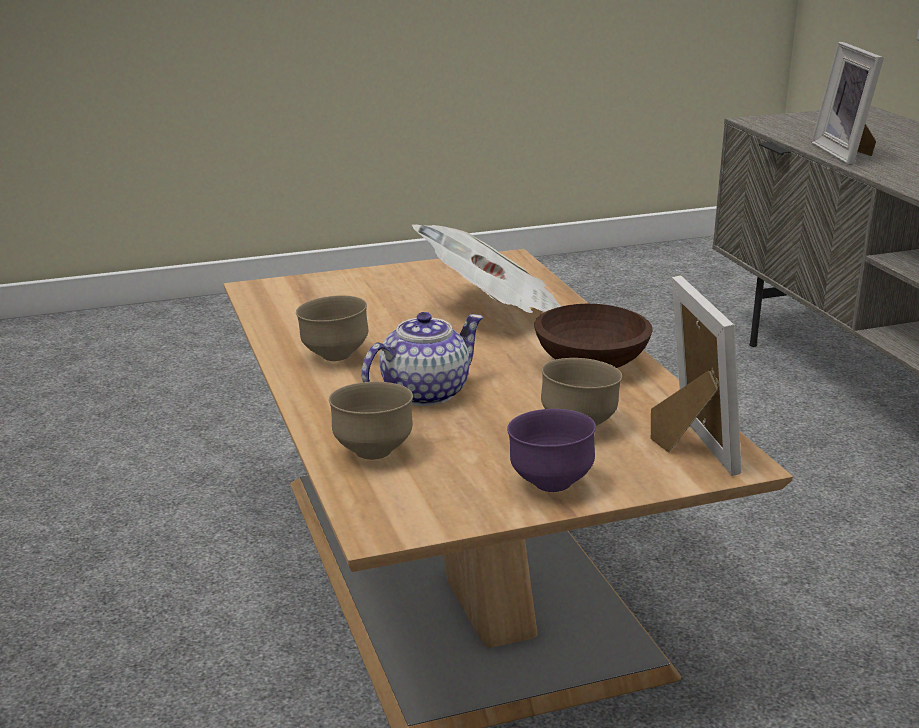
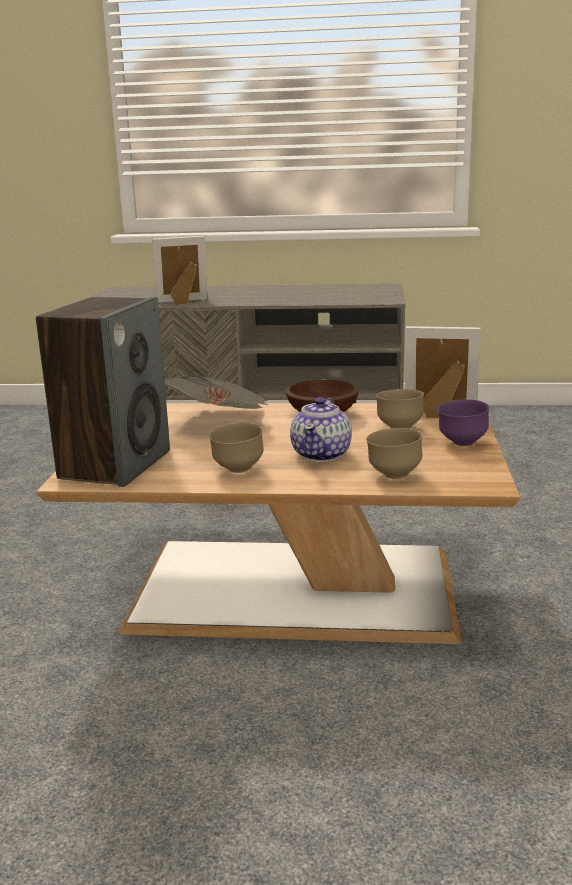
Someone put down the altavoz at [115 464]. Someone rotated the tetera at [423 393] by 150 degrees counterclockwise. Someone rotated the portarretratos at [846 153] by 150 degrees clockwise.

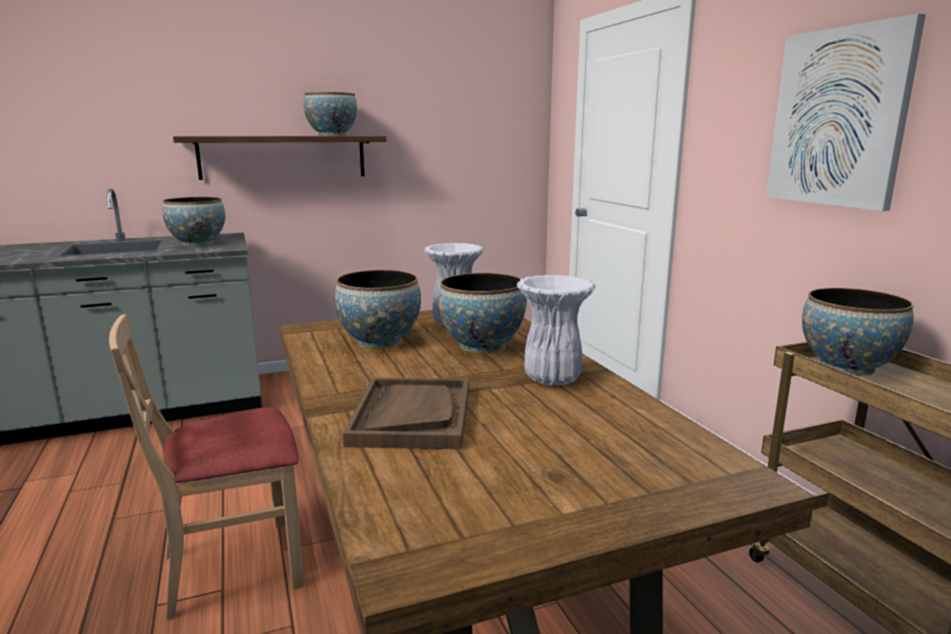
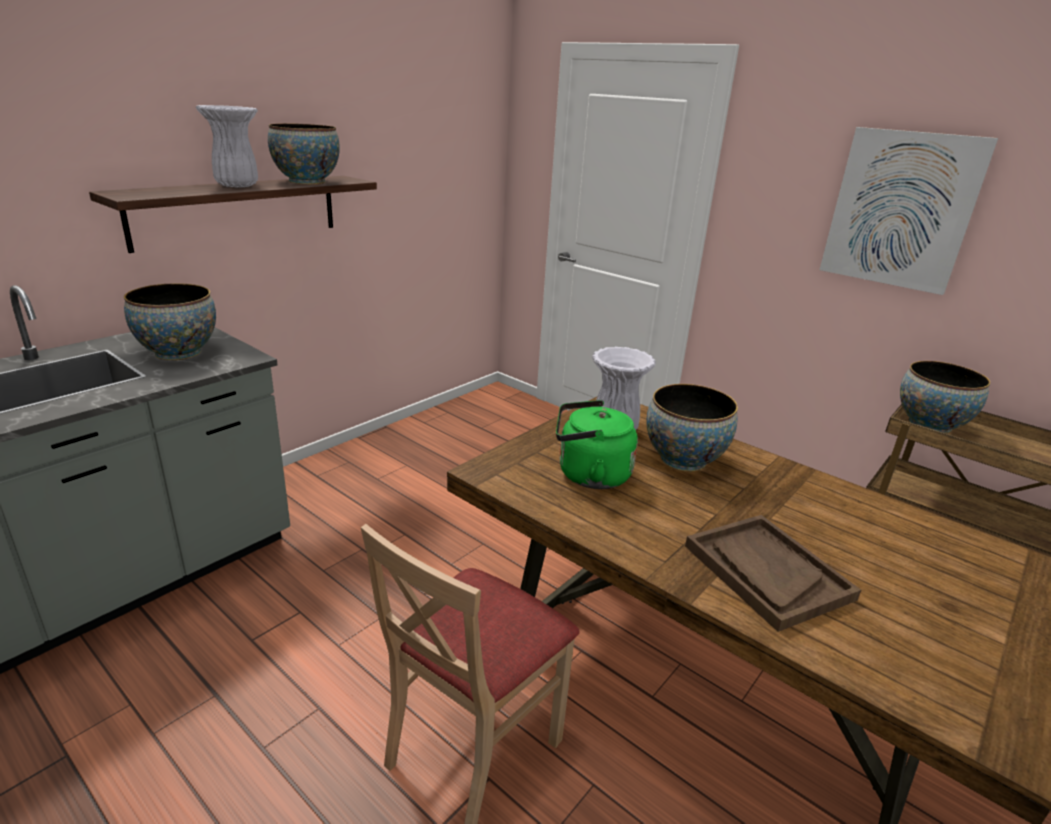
Someone carried the florero (blanco) from [551 379] to [236 186]. Someone swapped the cuenco at [379 341] for the hervidor (verde) at [589 475].

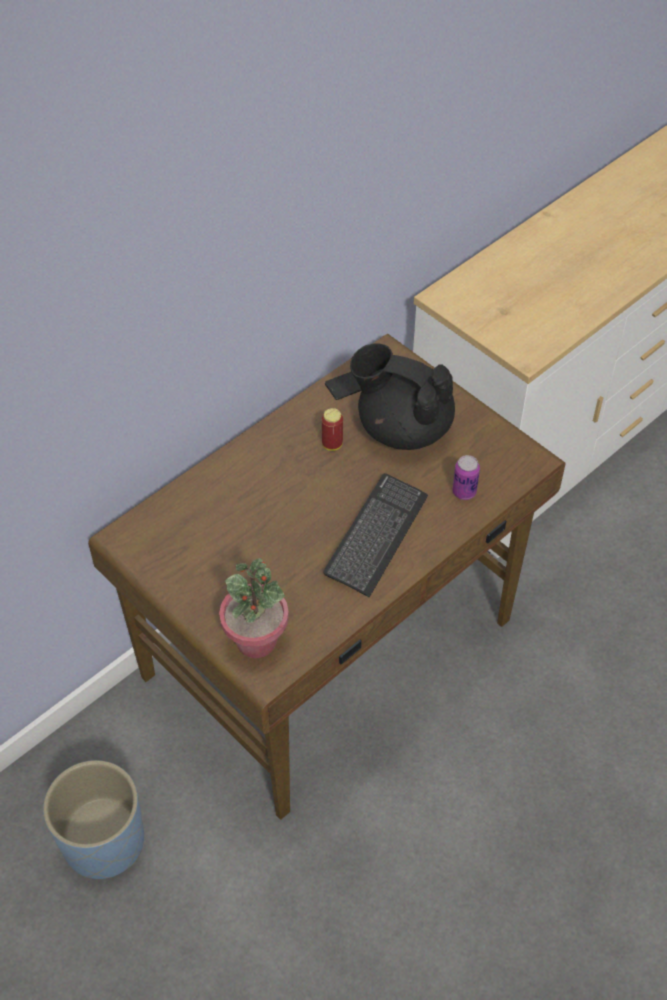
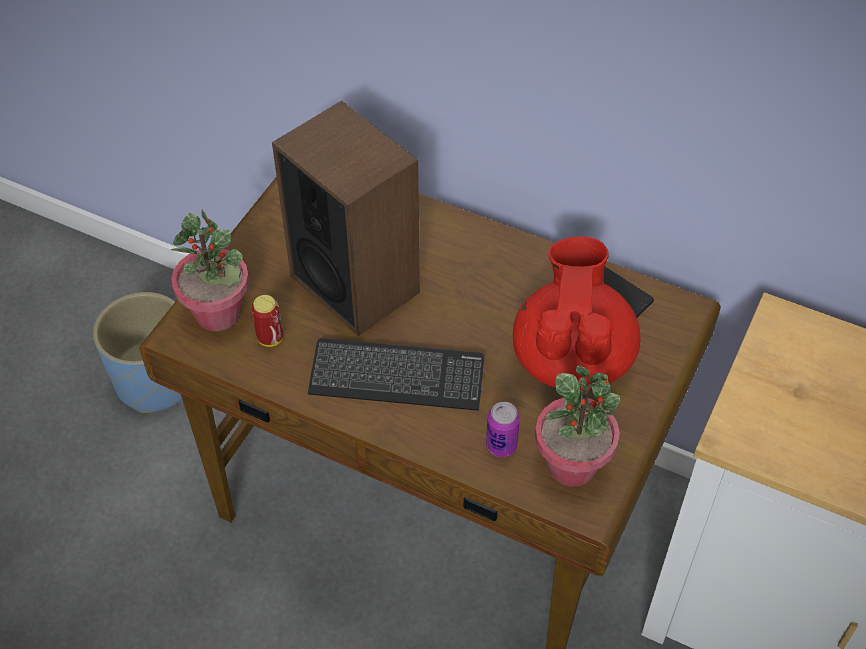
Someone put down the altavoz at [355 283]. Someone put down the planta en maceta at [572 465]. Someone carried the lata from [332 444] to [270 338]. Someone repainted the tetera (negro) at [402 427], which became the tetera (rojo) at [572 357].

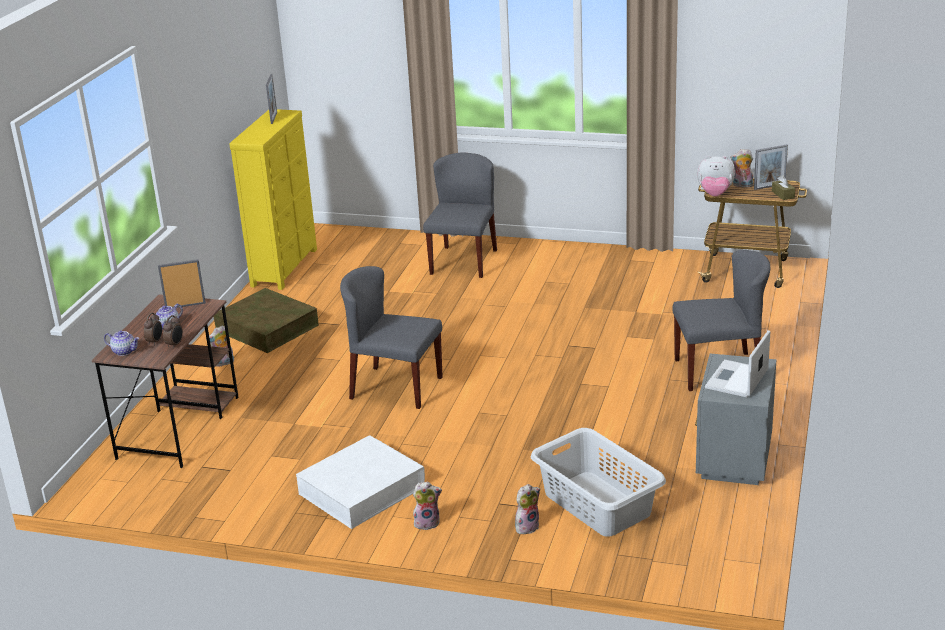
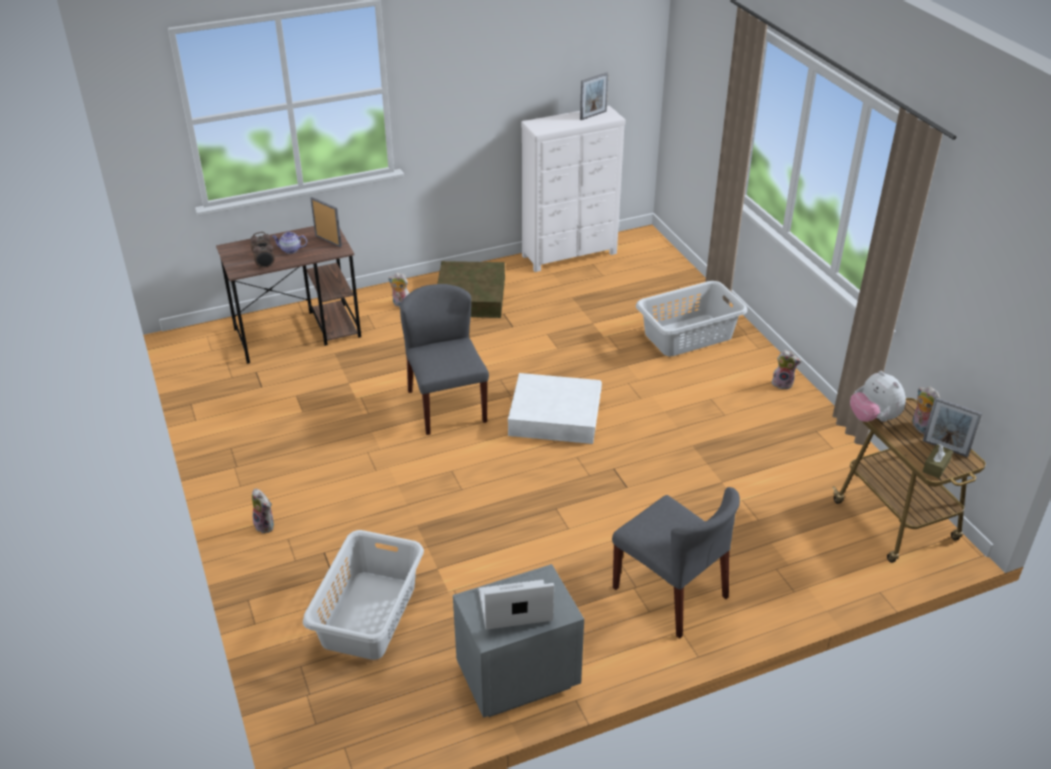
Someone took away the tetera at [124 351]. Someone carried the caja de almacenaje (blanco) from [361 490] to [555 415]. Someone carried the peluche from [527 526] to [783 383]. Someone swapped the silla (gris) at [463 262] for the cesto de la ropa (gris) at [689 336]. Someone repainted the cómoda (amarillo) at [285 267], which became the cómoda (blanco) at [570 255].

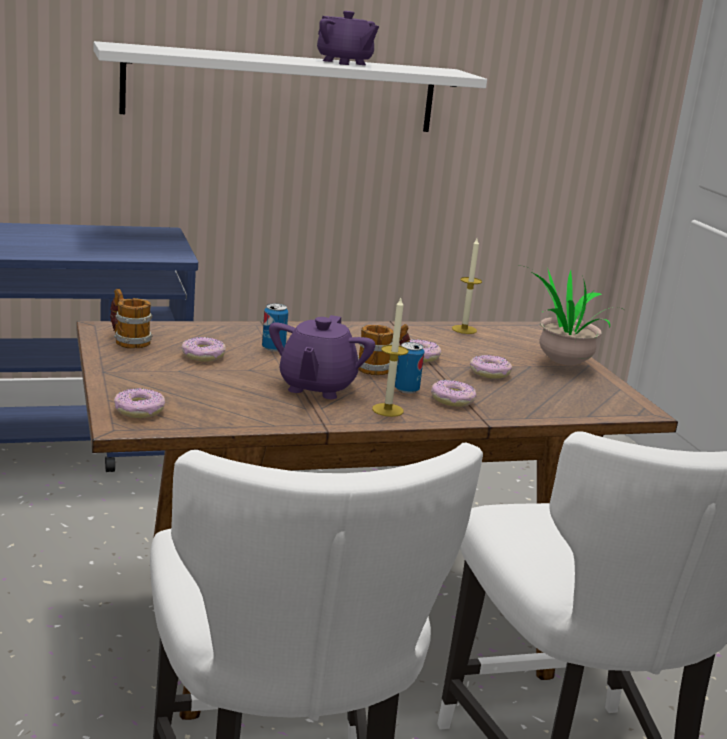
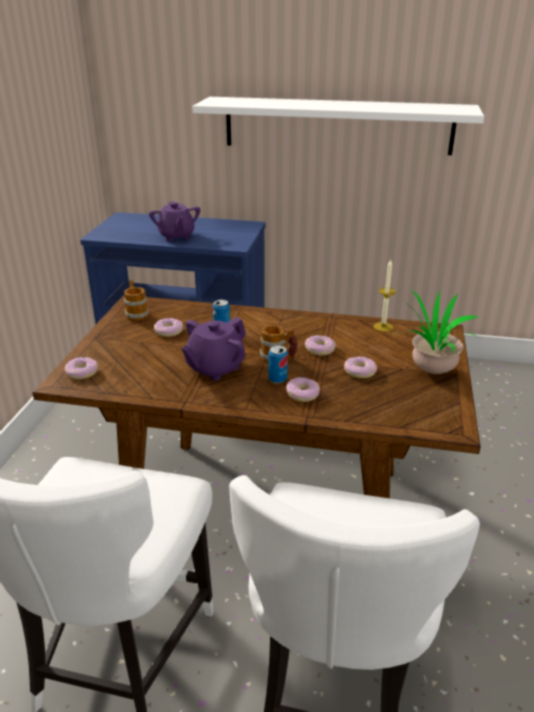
Someone took away the vela at [387 410]. Someone carried the tetera (morado) from [344 63] to [176 236].

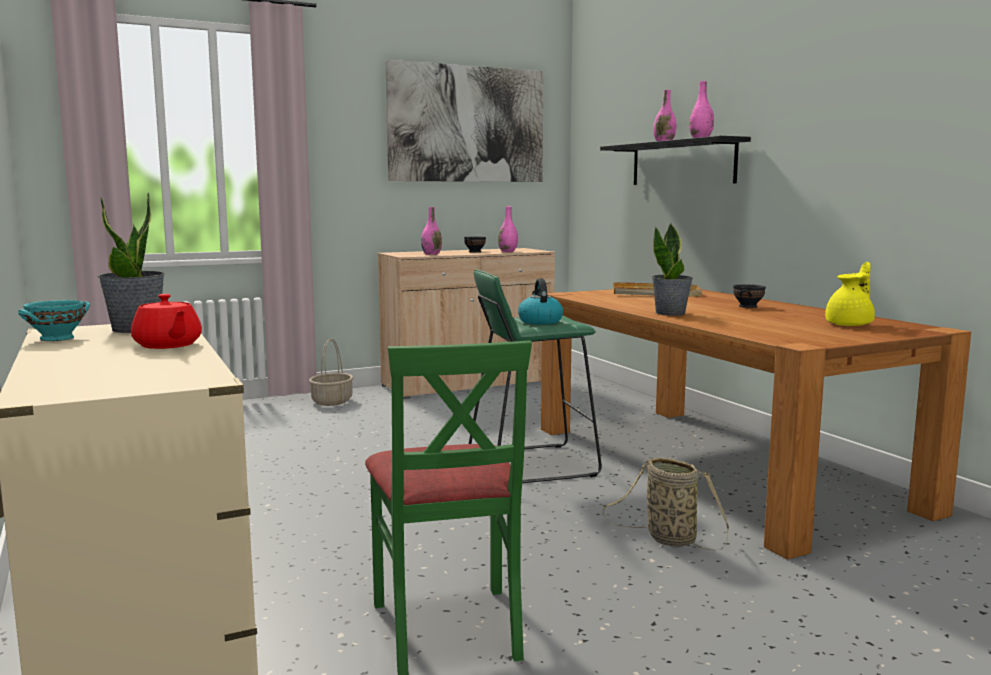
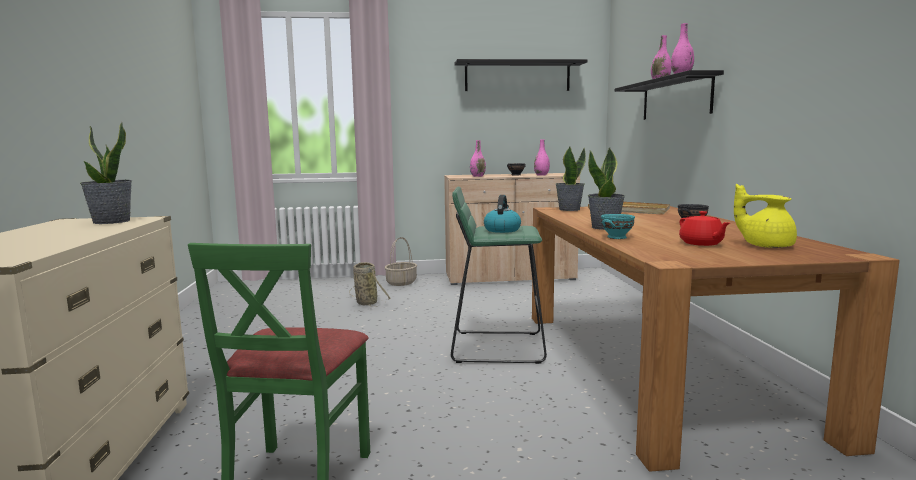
Someone put down the planta en maceta at [569 209]. Someone carried the cuenco (turquesa) from [59 338] to [617 237]. Someone carried the tetera (rojo) from [168 345] to [701 243]. Someone carried the cesta from [667 538] to [366 302]. Someone swapped the cuadro at [467 124] for the estante (negro) at [517 76]. Someone rotated the tetera (amarillo) at [850 325] by 120 degrees counterclockwise.

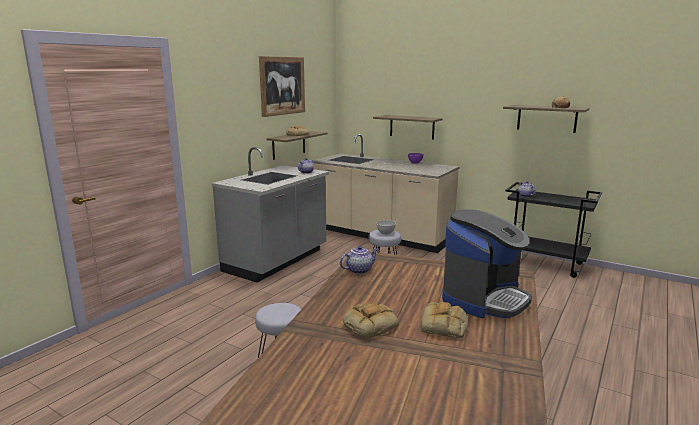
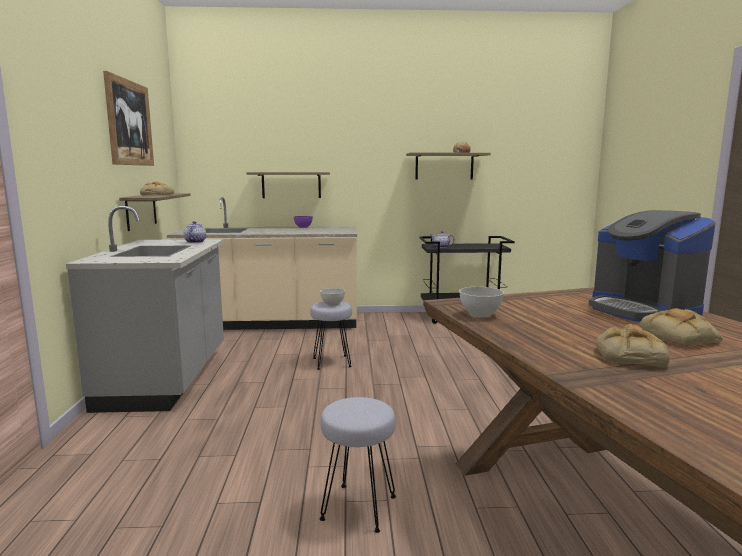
Someone swapped the tetera at [359 270] for the cuenco (gris) at [480 314]. Someone rotated the cafetera at [484 298] by 150 degrees clockwise.

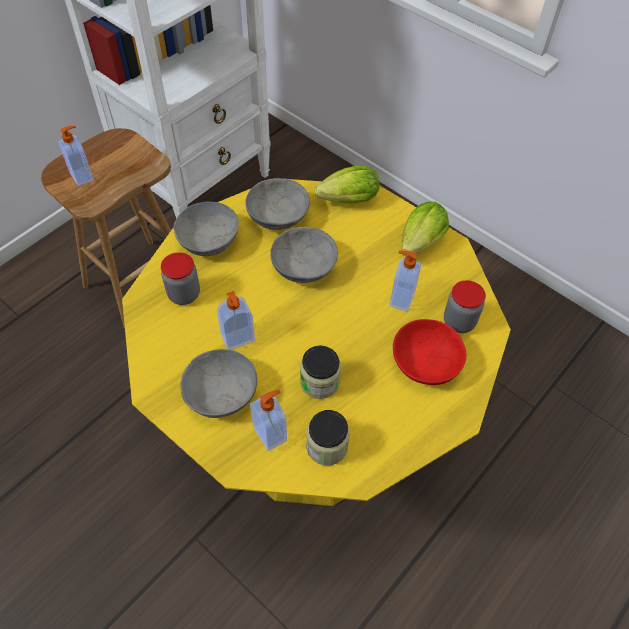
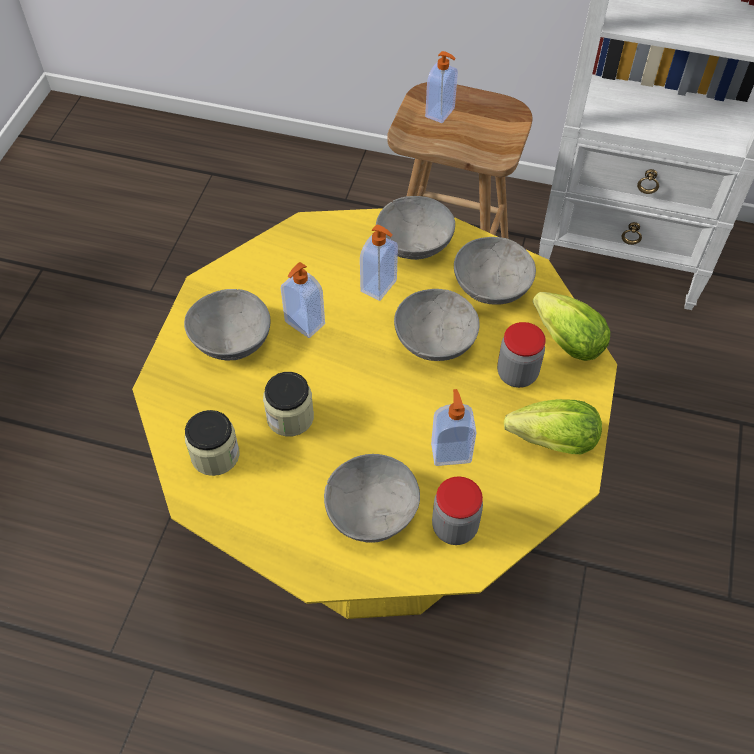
Someone carried the tarro from [184 294] to [517 374]. Someone carried the dispensador de jabón from [271 433] to [379 286]. Someone repainted the cuenco (rojo) at [425 362], which became the cuenco (gris) at [373 511].

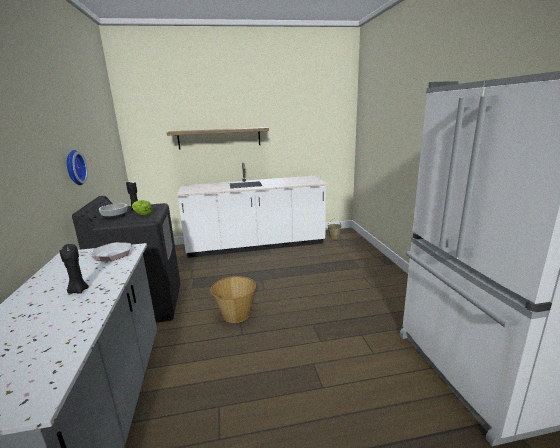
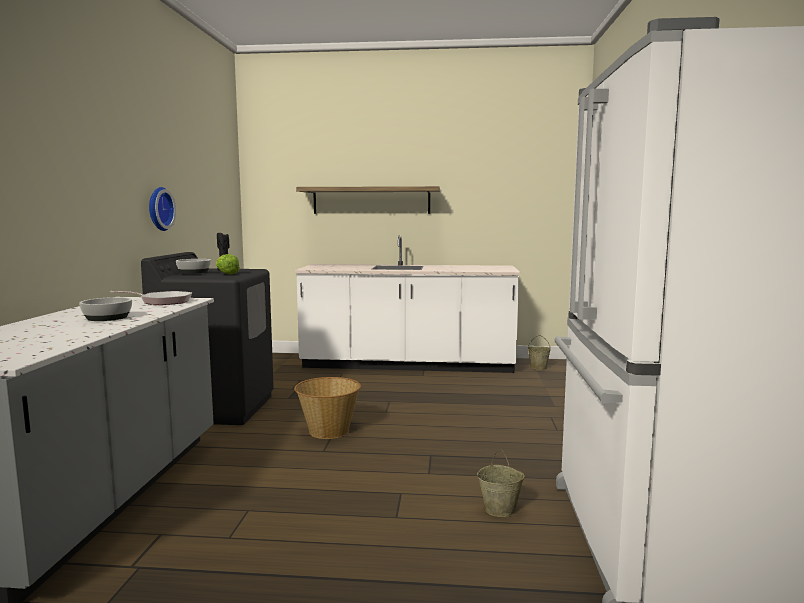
Someone put down the cubo (beis) at [500 509]. Someone swapped the vela (negro) at [78 290] for the cuenco at [108 317].

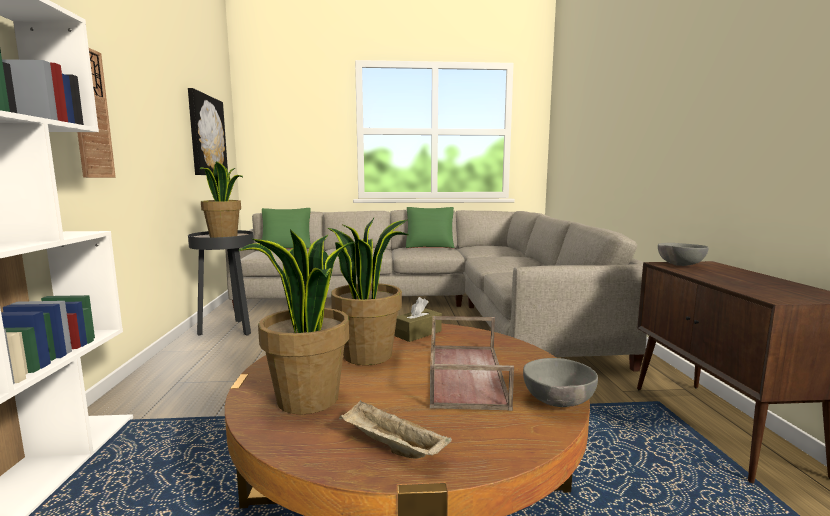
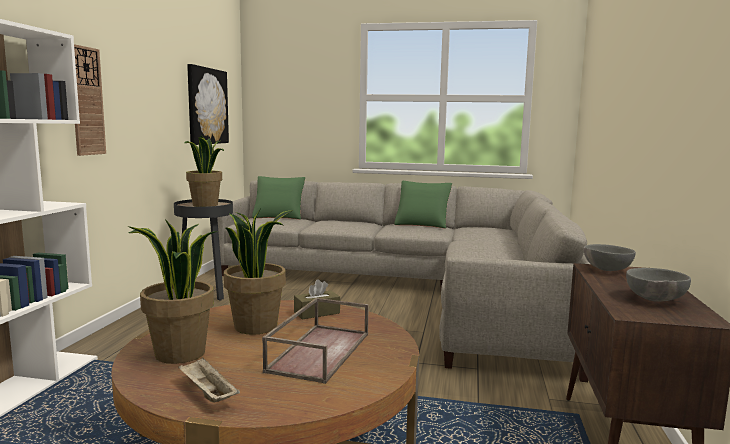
Someone carried the cuenco (gris) from [557 403] to [654 300].

